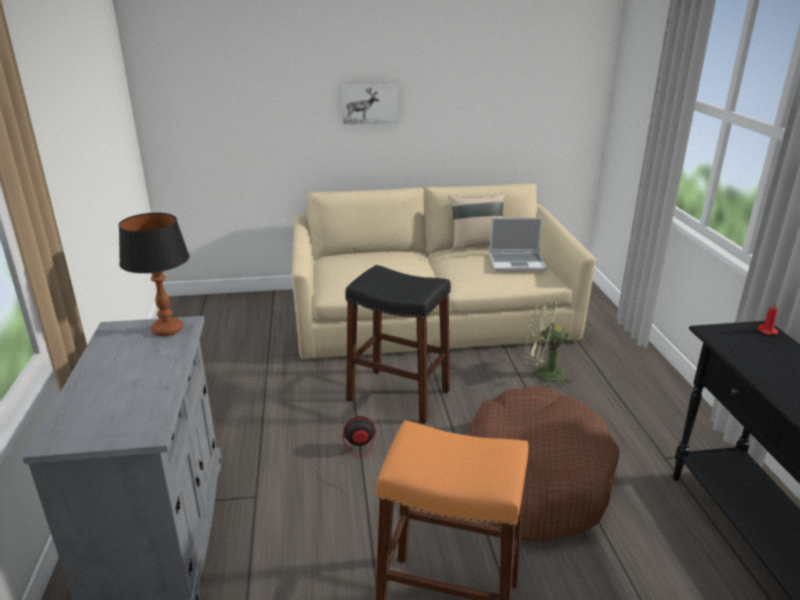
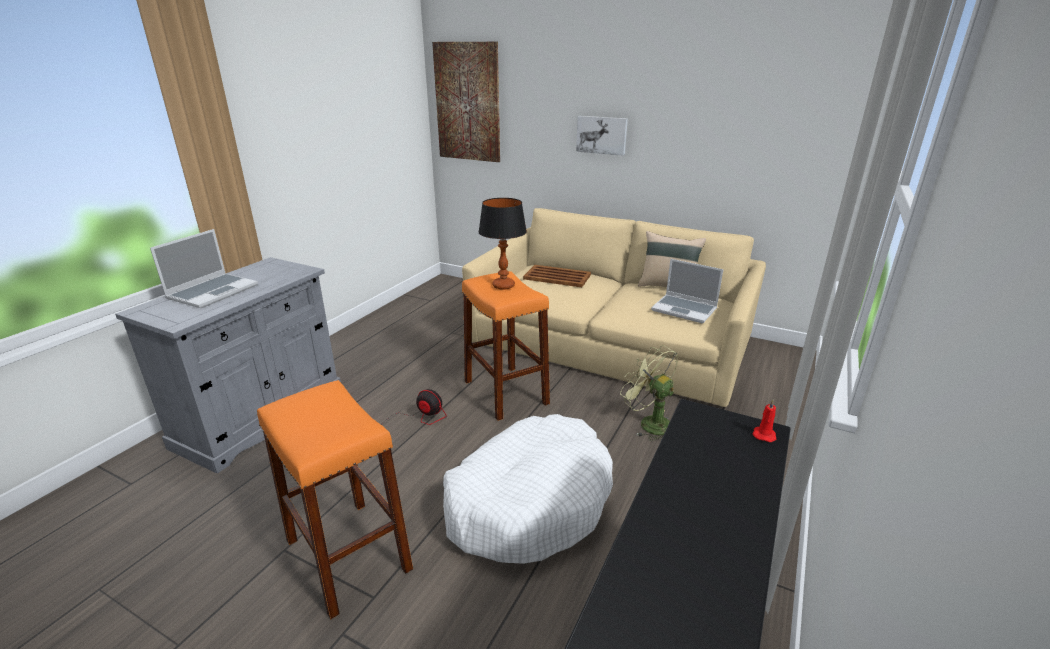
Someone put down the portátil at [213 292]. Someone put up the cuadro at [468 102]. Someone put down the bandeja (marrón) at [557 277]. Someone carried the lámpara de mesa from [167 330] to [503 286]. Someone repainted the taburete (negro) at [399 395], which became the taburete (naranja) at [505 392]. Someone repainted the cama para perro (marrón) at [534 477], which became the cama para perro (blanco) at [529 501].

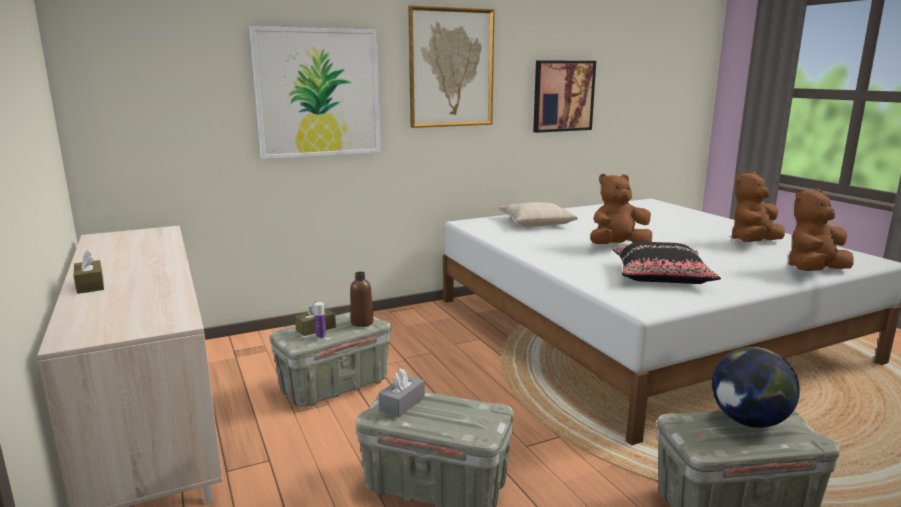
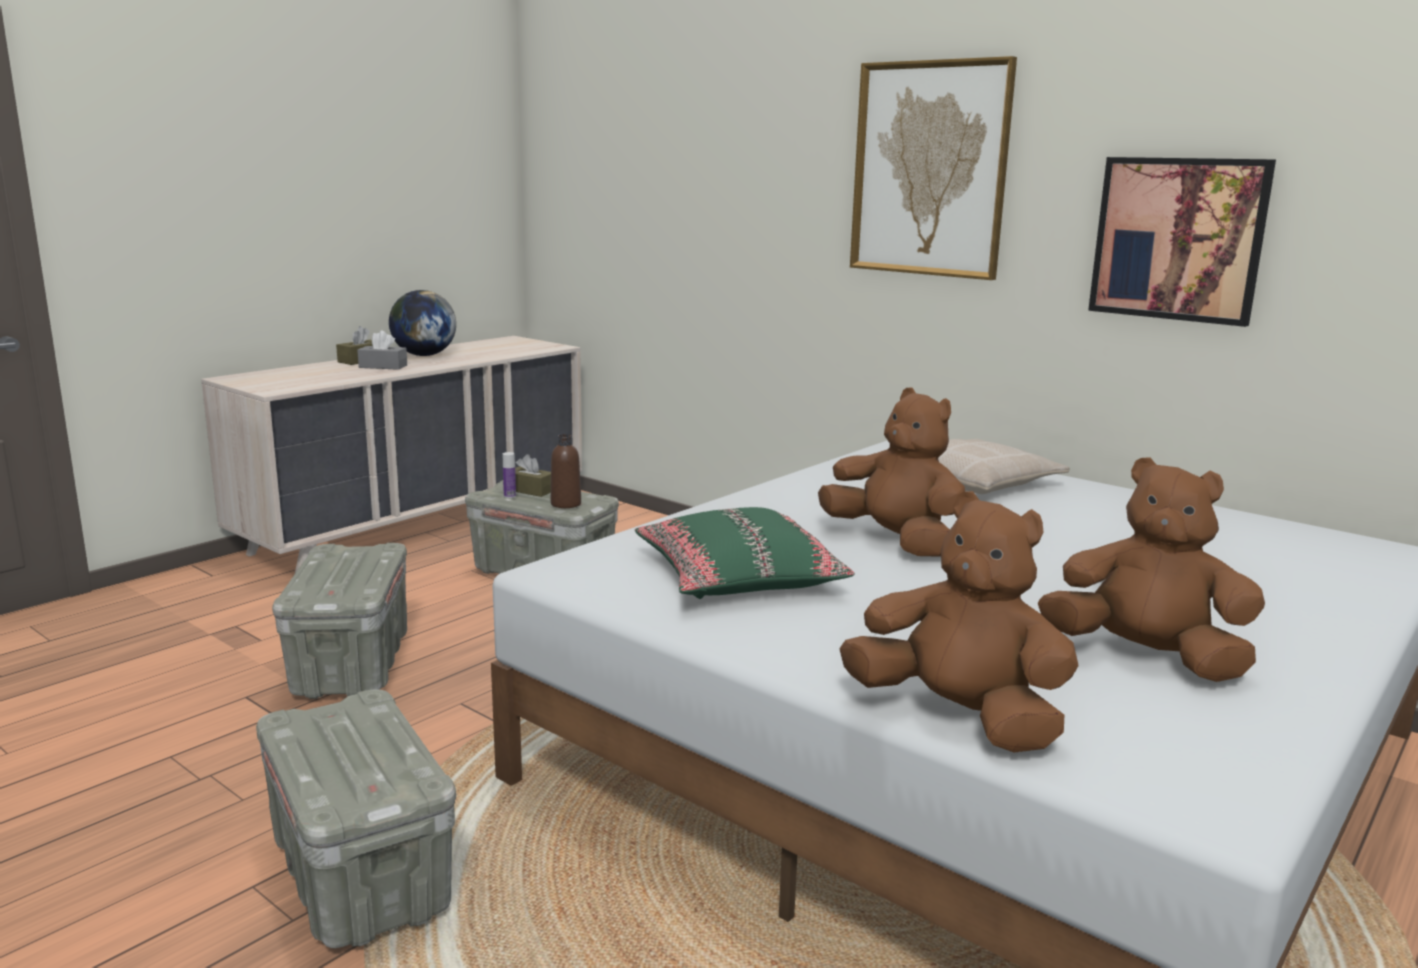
Someone took away the cuadro at [318 93]. Someone carried the caja de pañuelos (gris) from [402 404] to [383 366]. Someone carried the globo terráqueo from [749 421] to [424 355]. Someone repainted the cojín (negro) at [660 276], which became the cojín (verde) at [738 577].

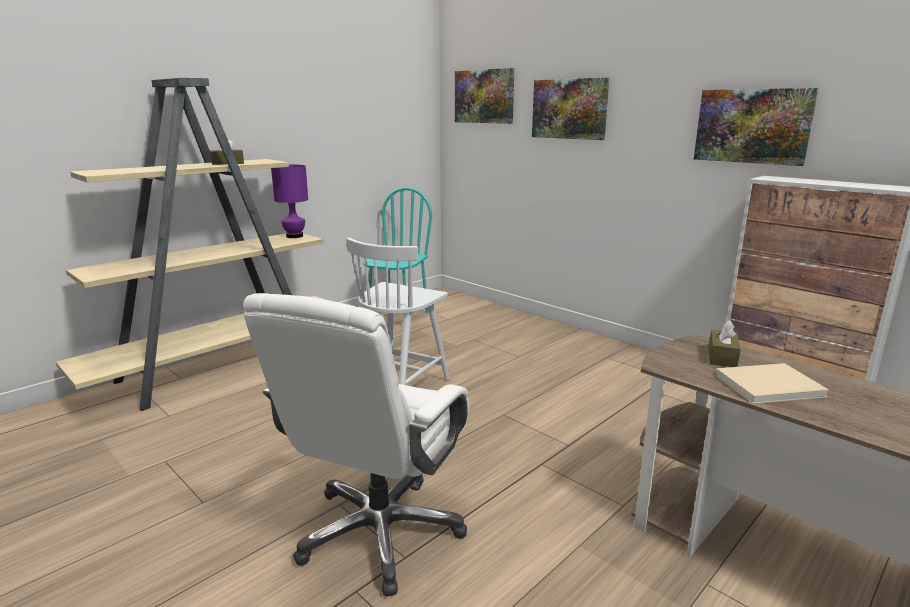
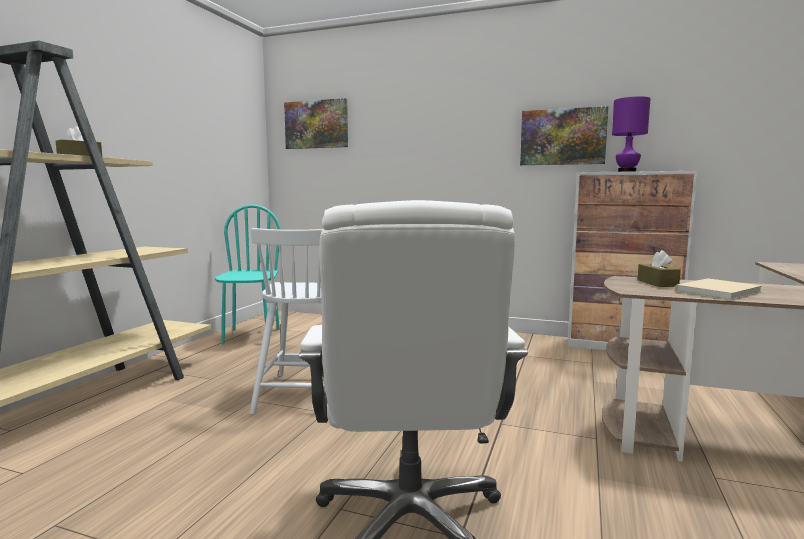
Someone took away the cuadro at [569 109]. Someone carried the lámpara de mesa (morado) from [294 236] to [627 171].

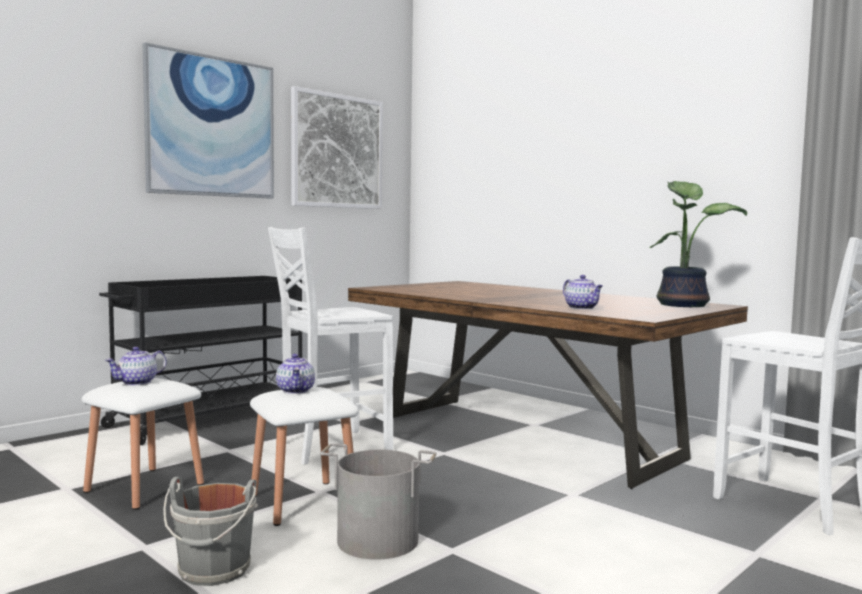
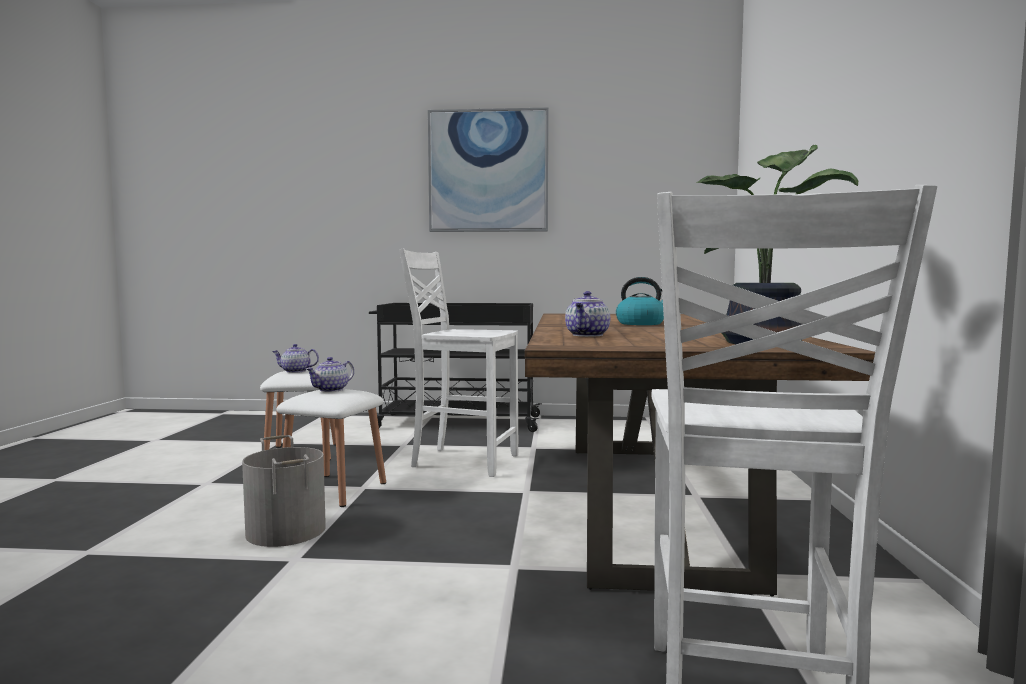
Someone took away the cubo (gris) at [213 571]. Someone took away the cuadro at [337 151]. Someone put down the hervidor at [641 323].

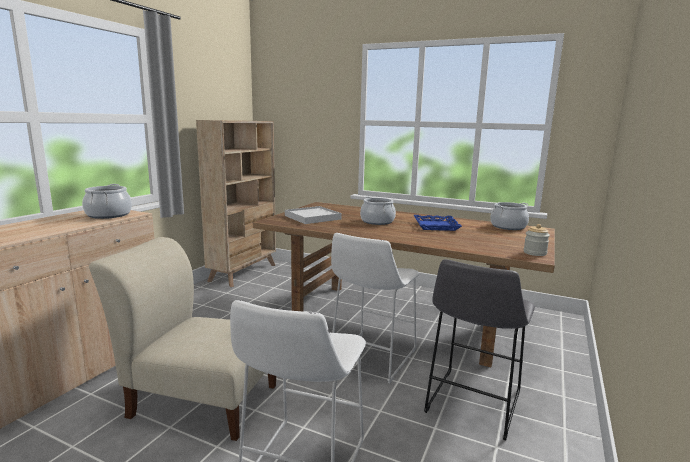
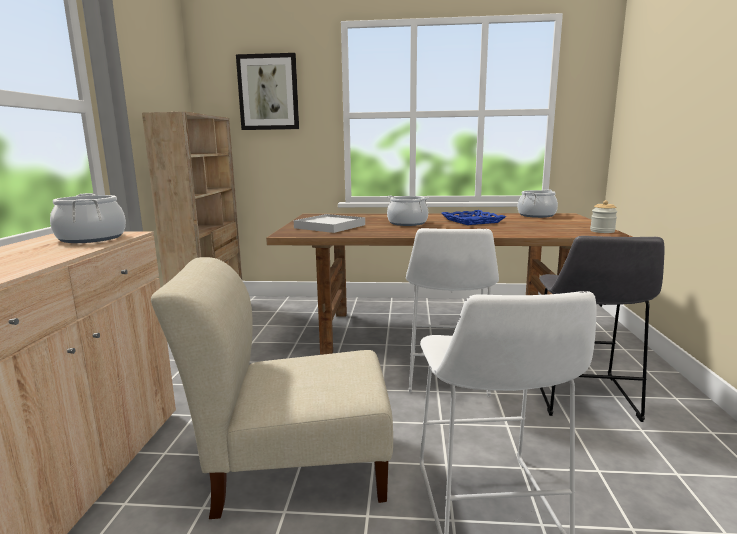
Someone put up the cuadro at [268 92].

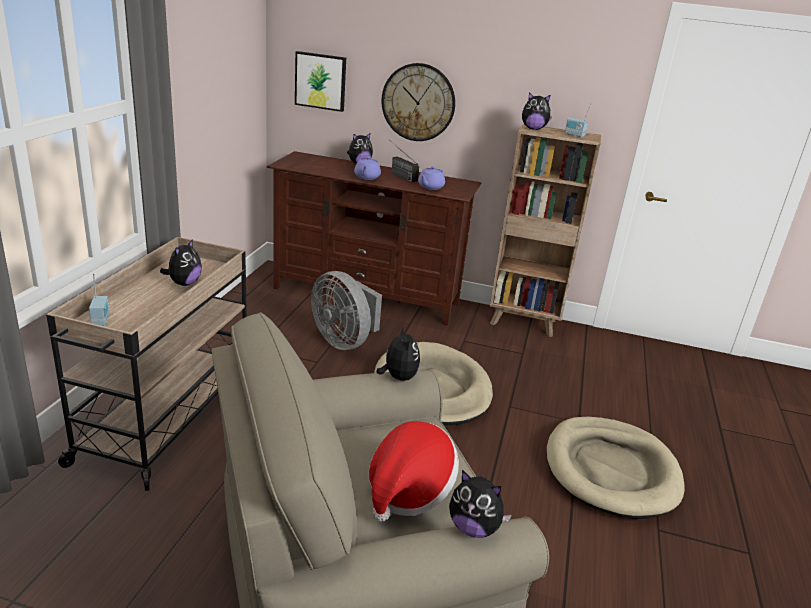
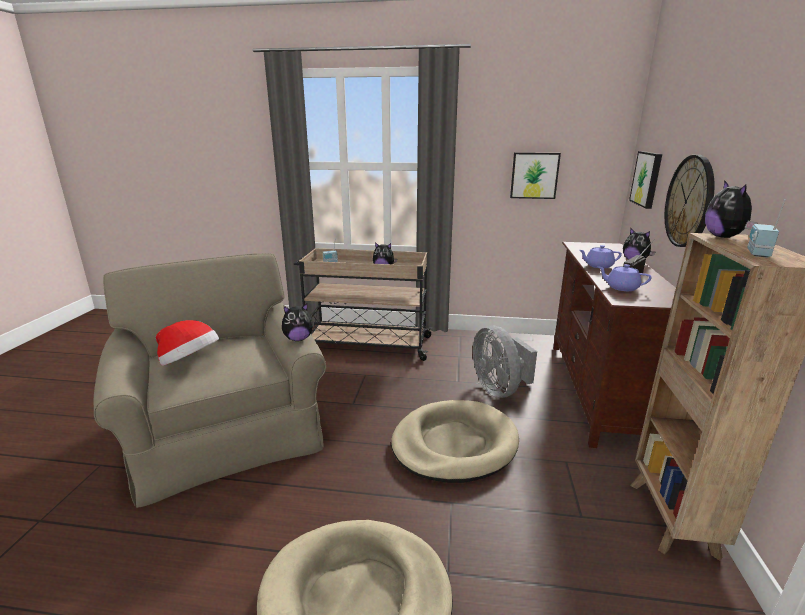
Someone took away the peluche at [474 528]. Someone put up the cuadro at [534 175]. Someone rotated the ventilador (gris) at [344 341] by 60 degrees counterclockwise.

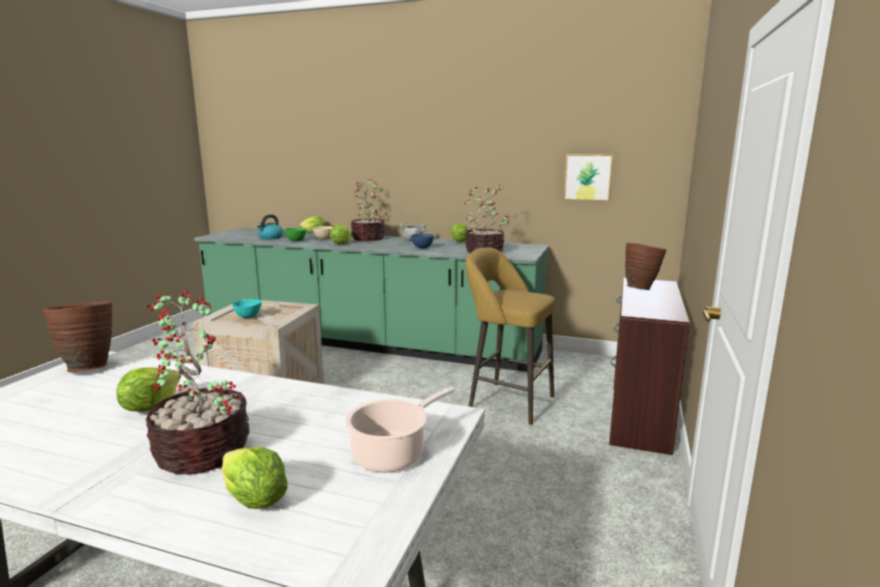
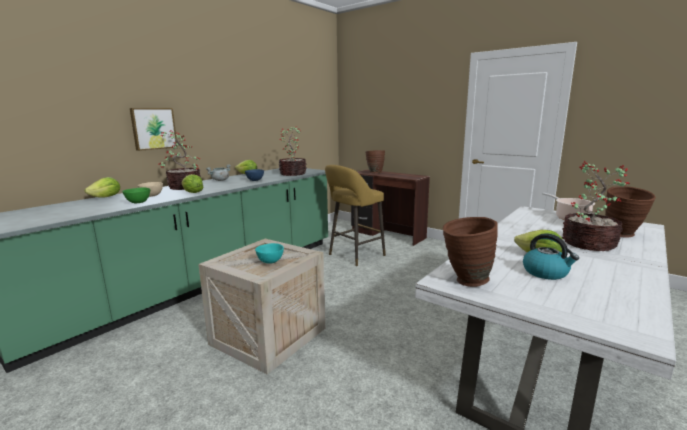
Someone carried the hervidor from [271 237] to [546 273]. Someone carried the cuadro from [588 177] to [153 128]. Someone swapped the lechuga at [254 500] for the florero (marrón) at [623 235].

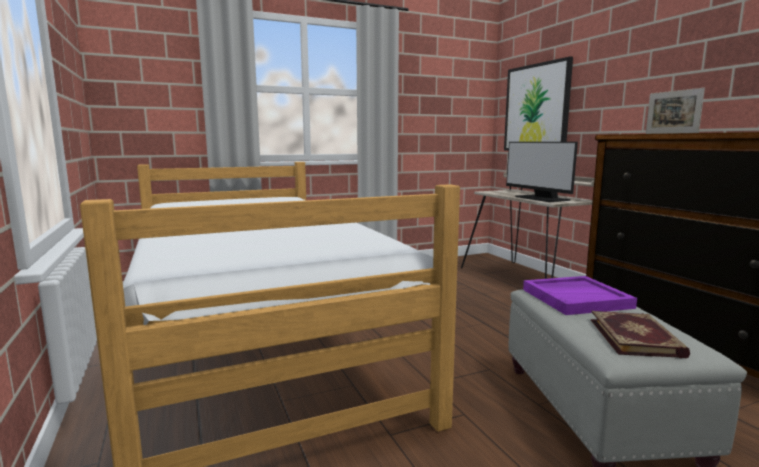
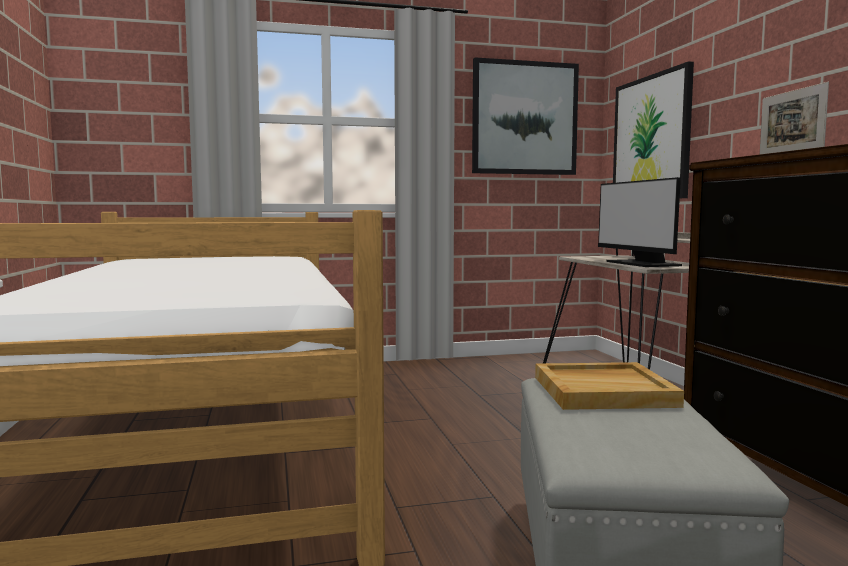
Someone took away the libro at [636 337]. Someone put up the cuadro at [524 118]. Someone repainted the bandeja (morado) at [576 298], which became the bandeja (beis) at [603 391].

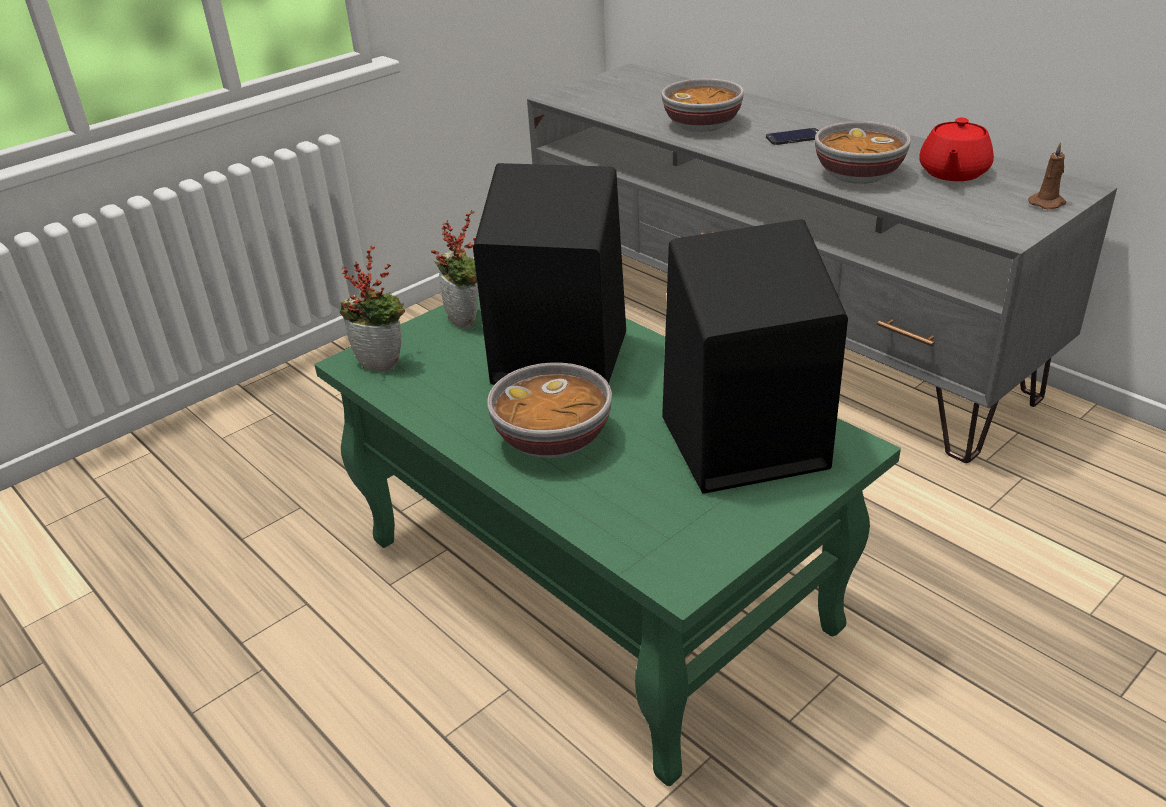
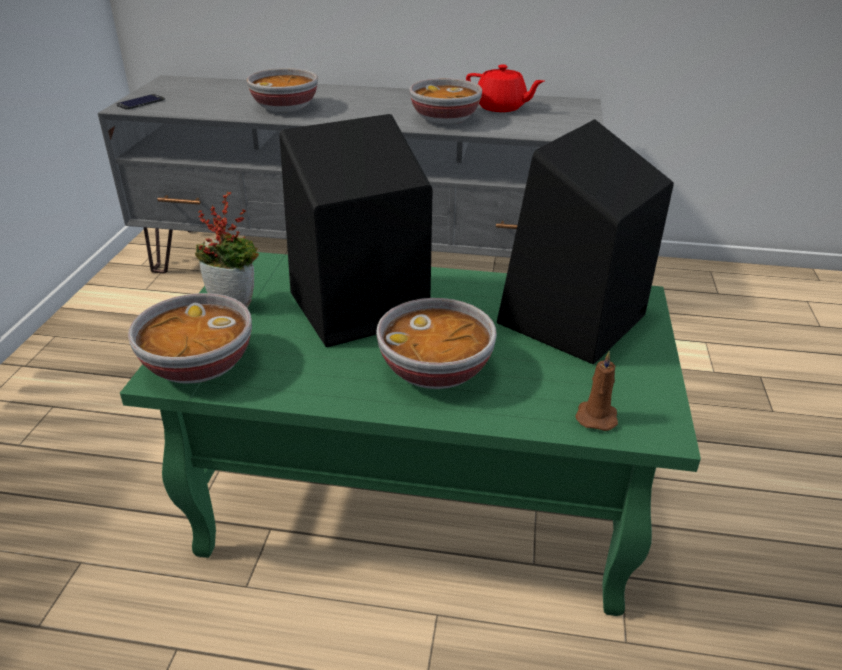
Someone carried the móvil from [795 137] to [141 102]. Someone carried the vela (marrón) from [1048 203] to [596 416]. Someone swapped the planta en maceta at [384 363] for the cuenco at [198 365]. Someone rotated the tetera (rojo) at [952 173] by 45 degrees counterclockwise.

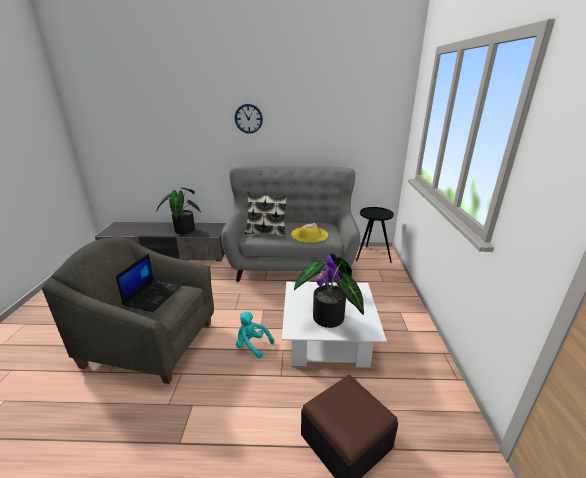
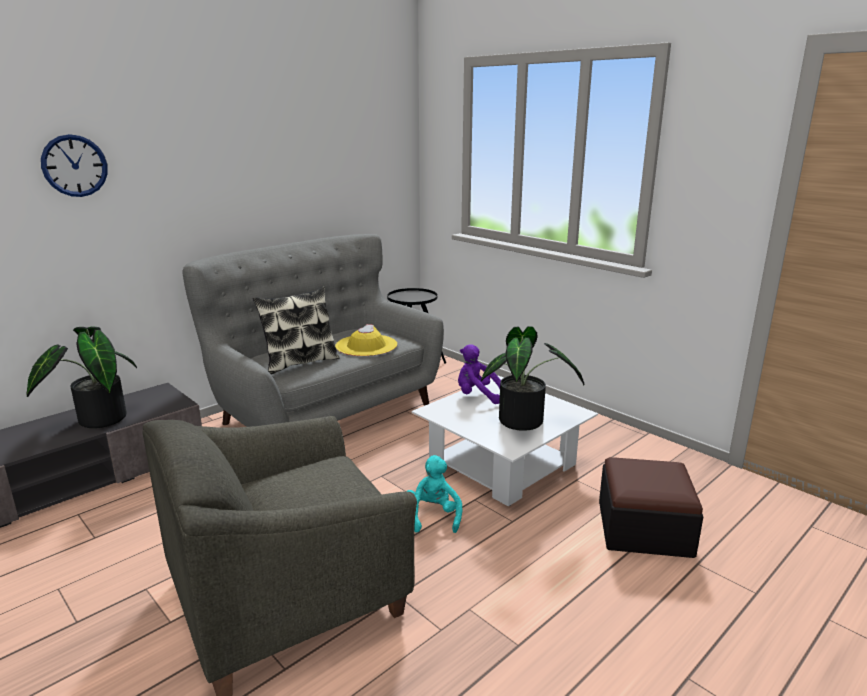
Someone took away the portátil at [153 295]. Someone carried the reloj de pared from [248 118] to [74 166]. Someone rotated the peluche (turquesa) at [252 345] by 105 degrees clockwise.

